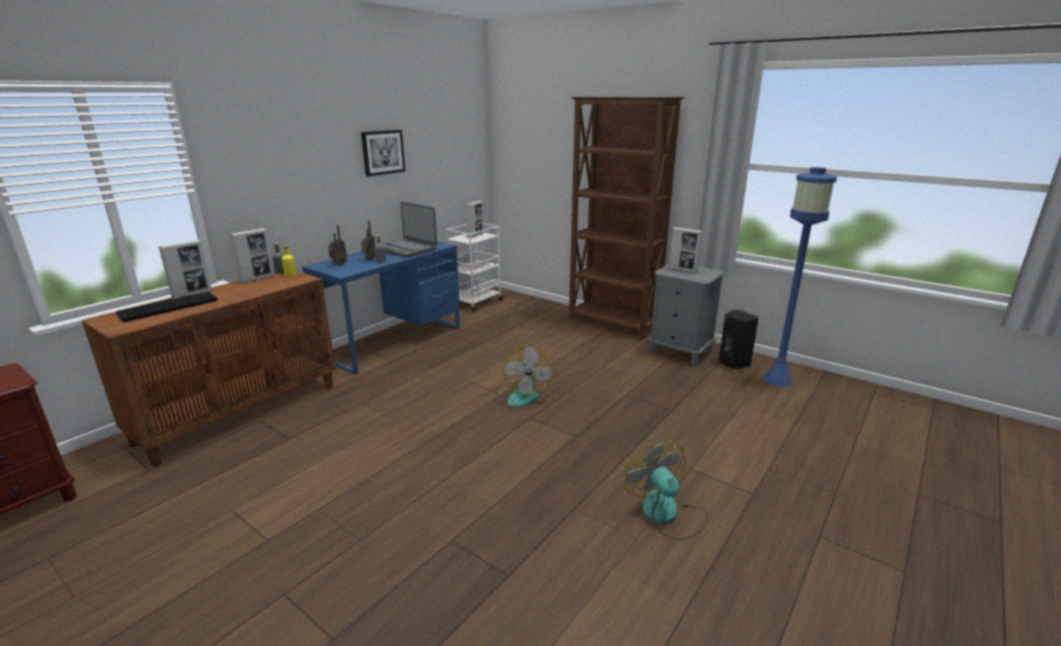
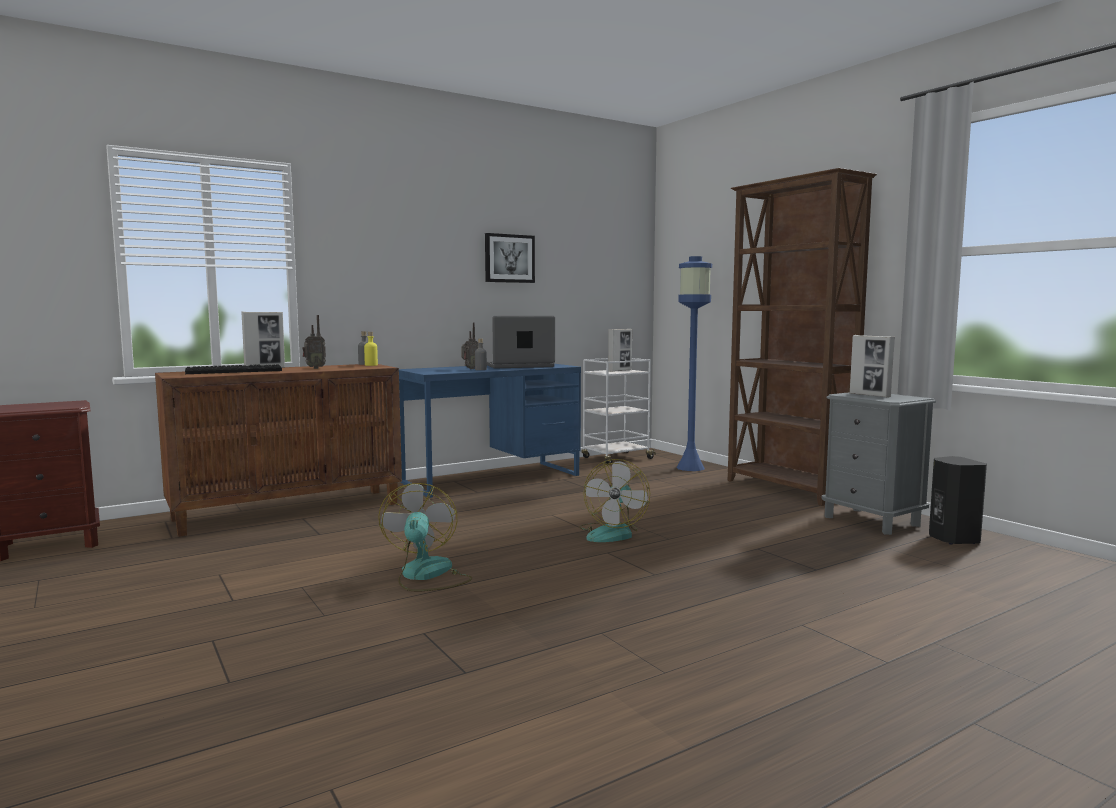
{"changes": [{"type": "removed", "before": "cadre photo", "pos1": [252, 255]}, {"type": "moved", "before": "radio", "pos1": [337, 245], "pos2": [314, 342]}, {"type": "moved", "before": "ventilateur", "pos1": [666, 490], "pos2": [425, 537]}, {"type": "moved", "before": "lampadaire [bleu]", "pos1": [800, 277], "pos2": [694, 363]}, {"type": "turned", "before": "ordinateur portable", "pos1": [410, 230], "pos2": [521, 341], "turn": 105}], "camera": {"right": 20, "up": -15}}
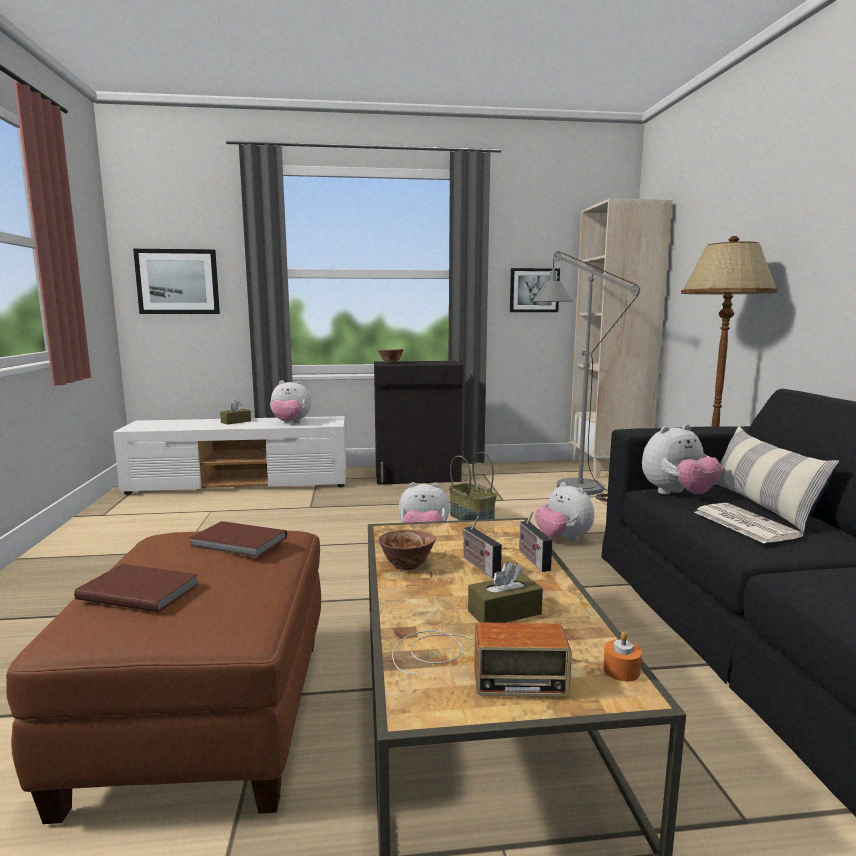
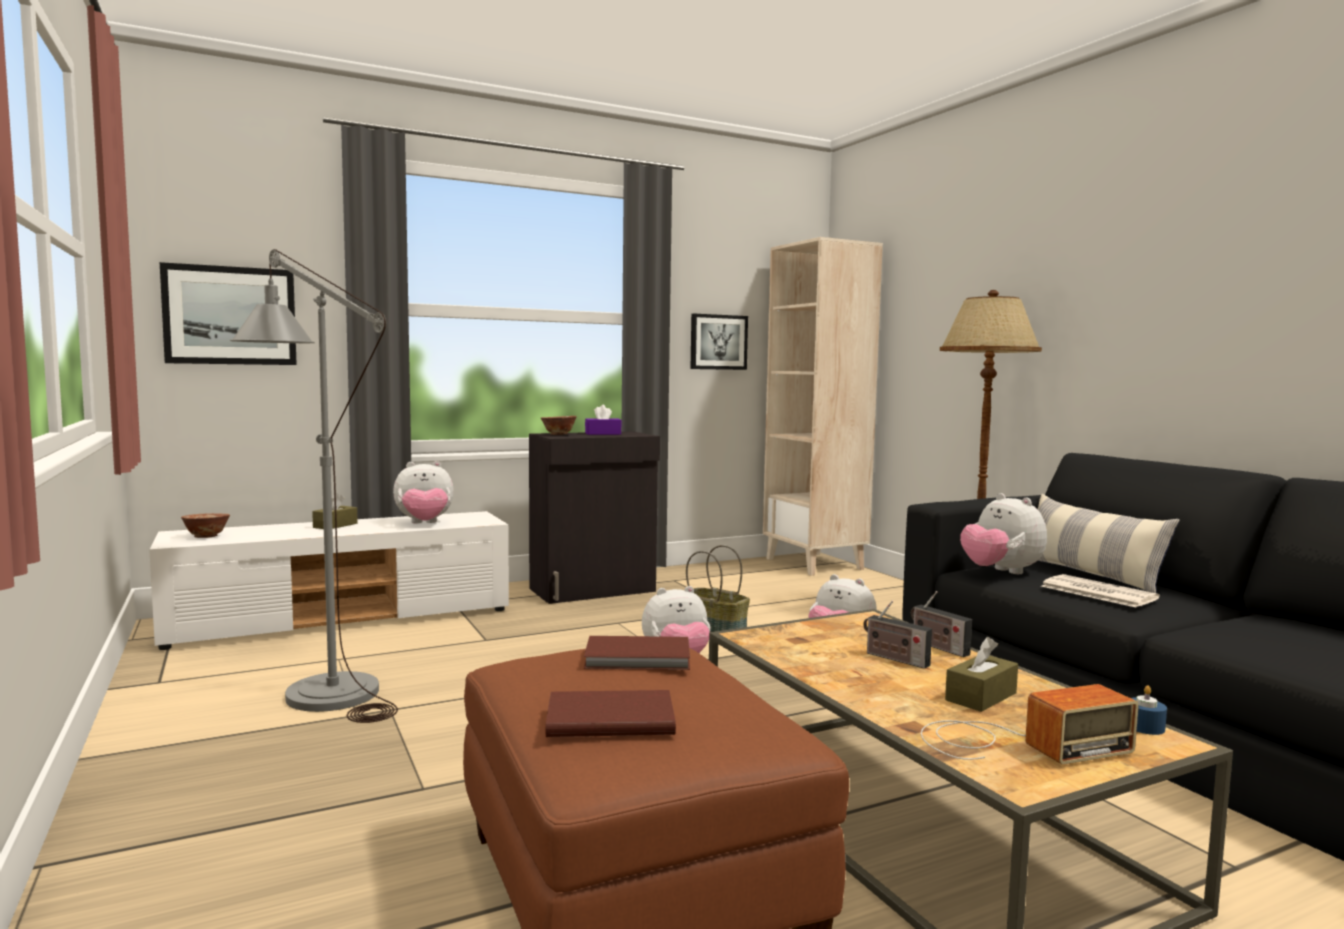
{"changes": [{"type": "added", "after": "boîte à mouchoirs [violet]", "pos2": [603, 420]}, {"type": "moved", "before": "bol", "pos1": [407, 550], "pos2": [205, 525]}, {"type": "moved", "before": "lampadaire [gris]", "pos1": [586, 376], "pos2": [314, 486]}, {"type": "recoloured", "before": "bougie [orange]", "after": "bougie [bleu]", "pos1": [622, 656], "pos2": [1149, 710]}, {"type": "turned", "before": "peluche", "pos1": [682, 459], "pos2": [1003, 533], "turn": 105}], "camera": {"right": -20, "up": -5}}
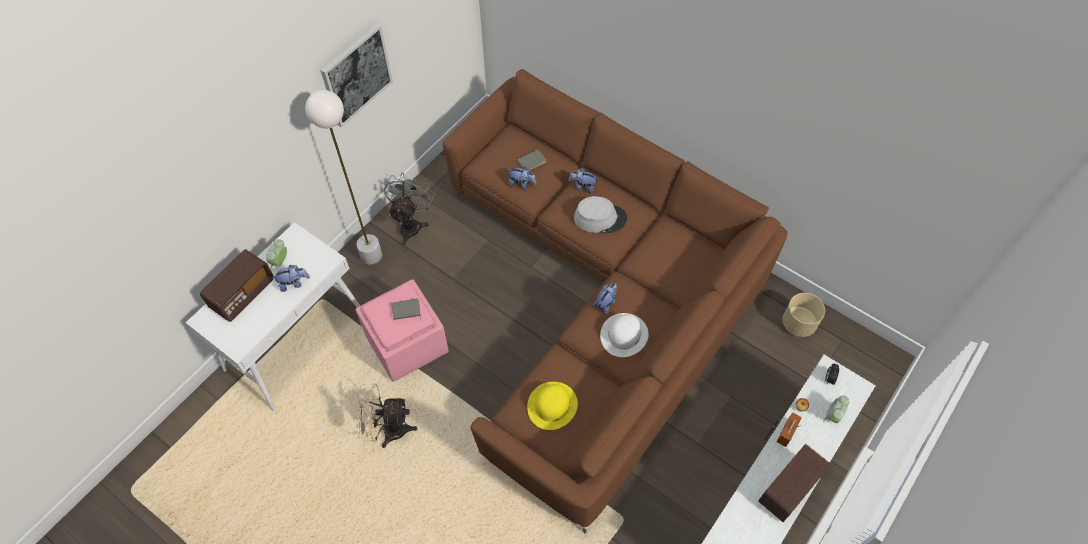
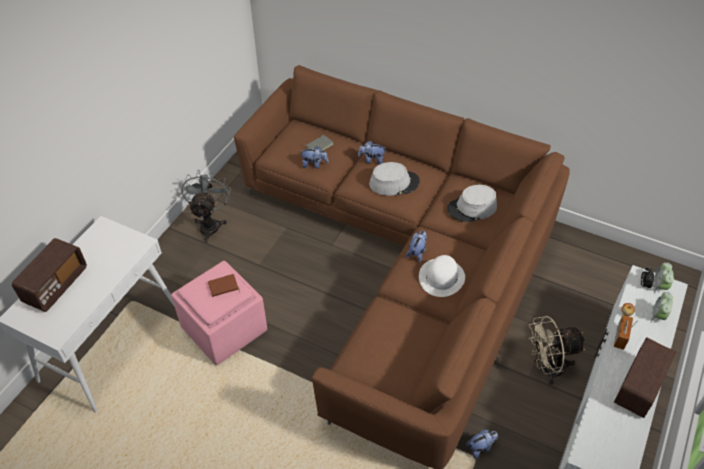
{"changes": [{"type": "removed", "before": "lampadaire [blanc]", "pos1": [343, 177]}, {"type": "removed", "before": "tableau", "pos1": [357, 75]}, {"type": "removed", "before": "chapeau [jaune]", "pos1": [552, 406]}, {"type": "removed", "before": "cache-pot [beige]", "pos1": [804, 315]}, {"type": "added", "after": "chapeau [gris]", "pos2": [472, 203]}, {"type": "moved", "before": "réveil", "pos1": [276, 254], "pos2": [664, 278]}, {"type": "moved", "before": "peluche", "pos1": [290, 278], "pos2": [482, 444]}, {"type": "moved", "before": "ventilateur [beige]", "pos1": [386, 416], "pos2": [556, 350]}, {"type": "recoloured", "before": "livre [gris]", "after": "livre [marron]", "pos1": [406, 309], "pos2": [224, 285]}], "camera": {"right": -10, "up": -10}}
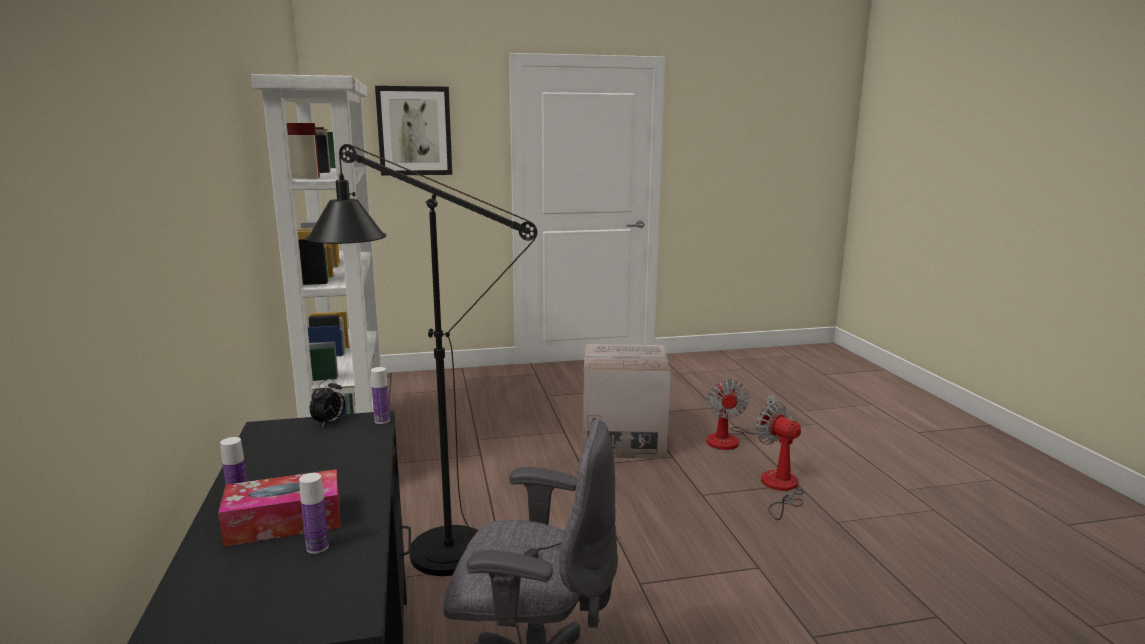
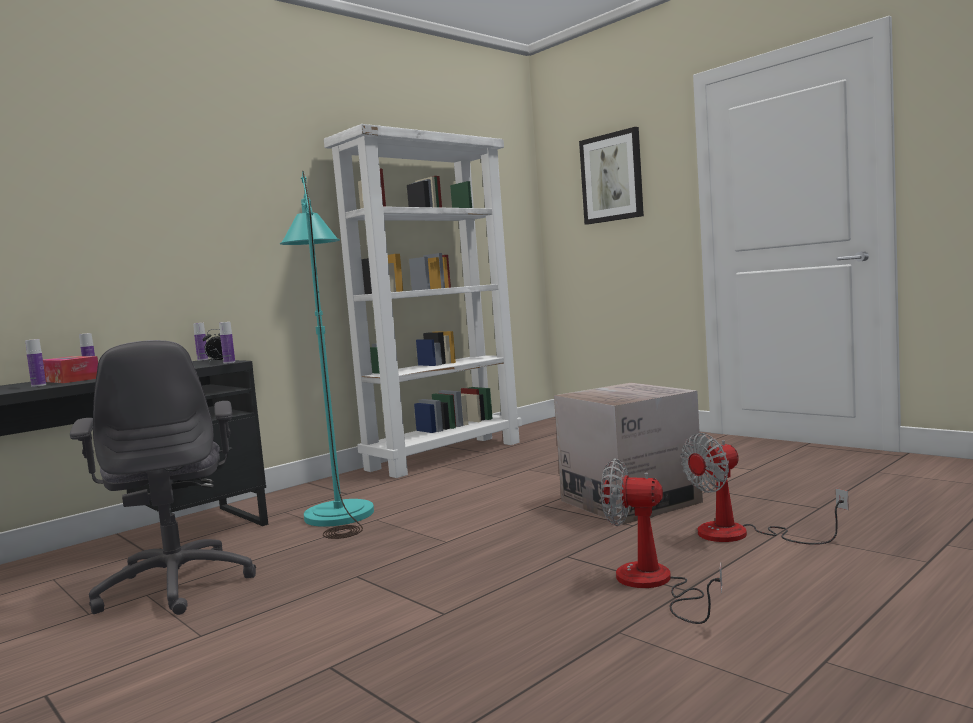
{"changes": [{"type": "added", "after": "bouteille", "pos2": [200, 342]}, {"type": "recoloured", "before": "lampadaire [noir]", "after": "lampadaire [turquoise]", "pos1": [421, 360], "pos2": [327, 355]}, {"type": "turned", "before": "ventilateur", "pos1": [780, 461], "pos2": [661, 541], "turn": -90}], "camera": {"right": 60, "up": -10}}
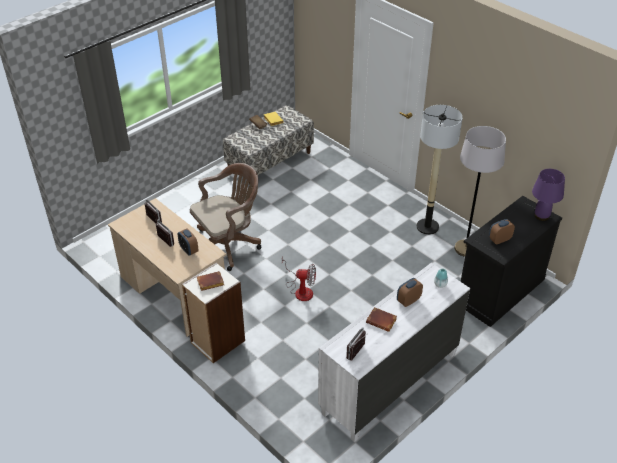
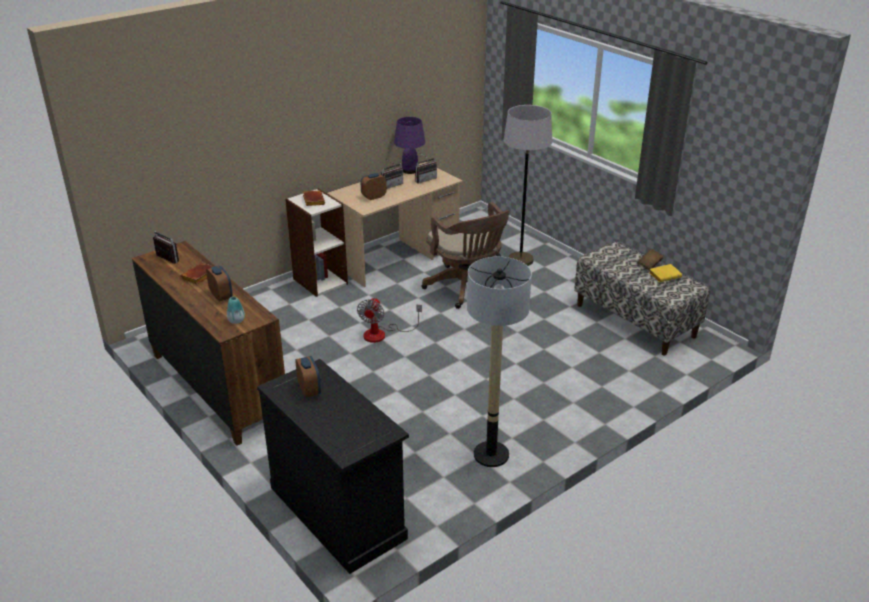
{"changes": [{"type": "moved", "before": "lampadaire [gris]", "pos1": [480, 191], "pos2": [528, 185]}, {"type": "moved", "before": "lampe de table [violet]", "pos1": [548, 195], "pos2": [409, 145]}, {"type": "recoloured", "before": "commode [blanc]", "after": "commode [marron]", "pos1": [394, 352], "pos2": [208, 343]}], "camera": {"right": 95, "up": -10}}
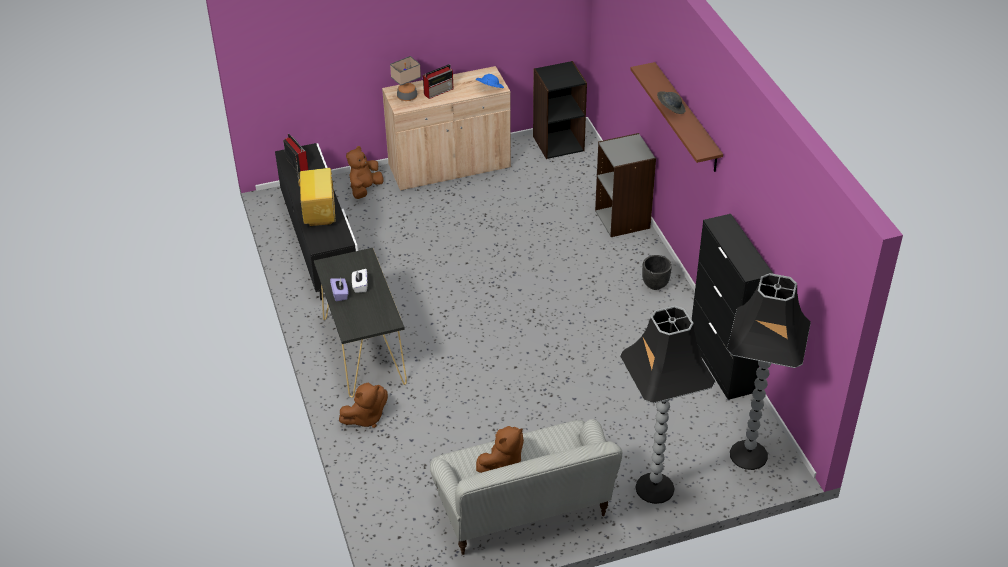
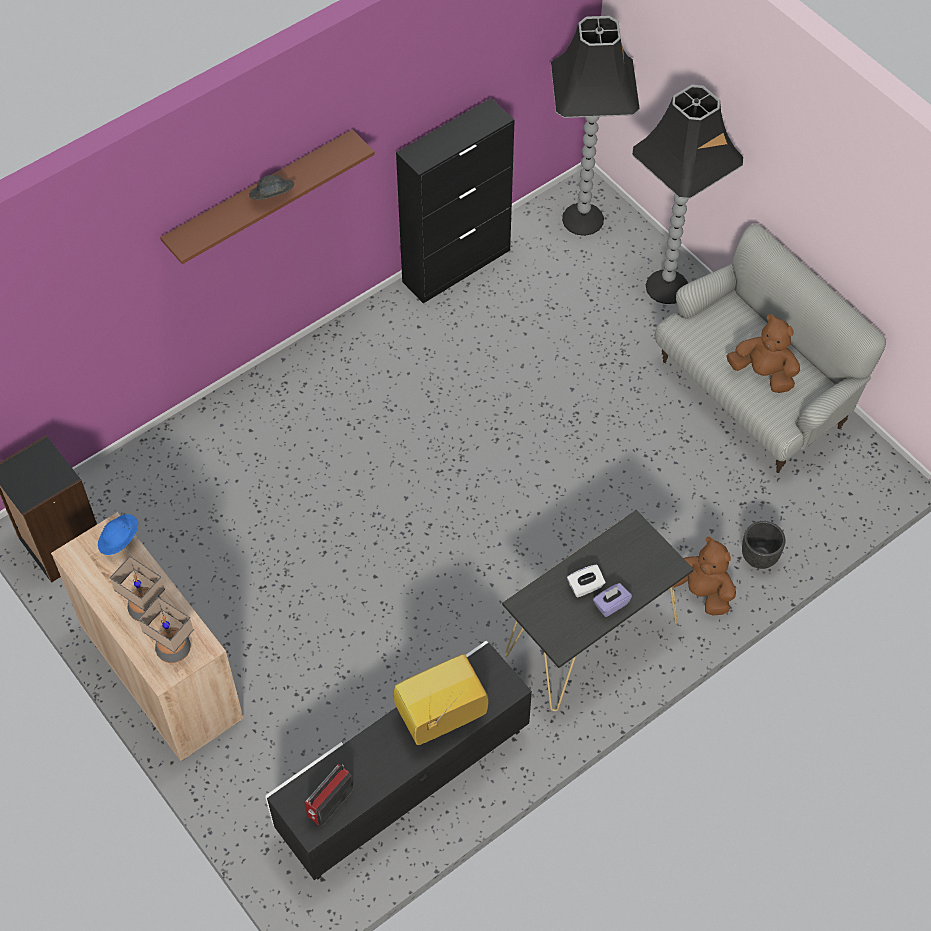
{"changes": [{"type": "removed", "before": "peluche [marron]", "pos1": [364, 172]}, {"type": "removed", "before": "bibliothèque [gris]", "pos1": [625, 185]}, {"type": "moved", "before": "cache-pot [noir]", "pos1": [657, 272], "pos2": [763, 545]}, {"type": "replaced", "before": "radio", "after": "lampe de table", "pos1": [438, 81], "pos2": [137, 588]}], "camera": {"right": -110, "up": 15}}
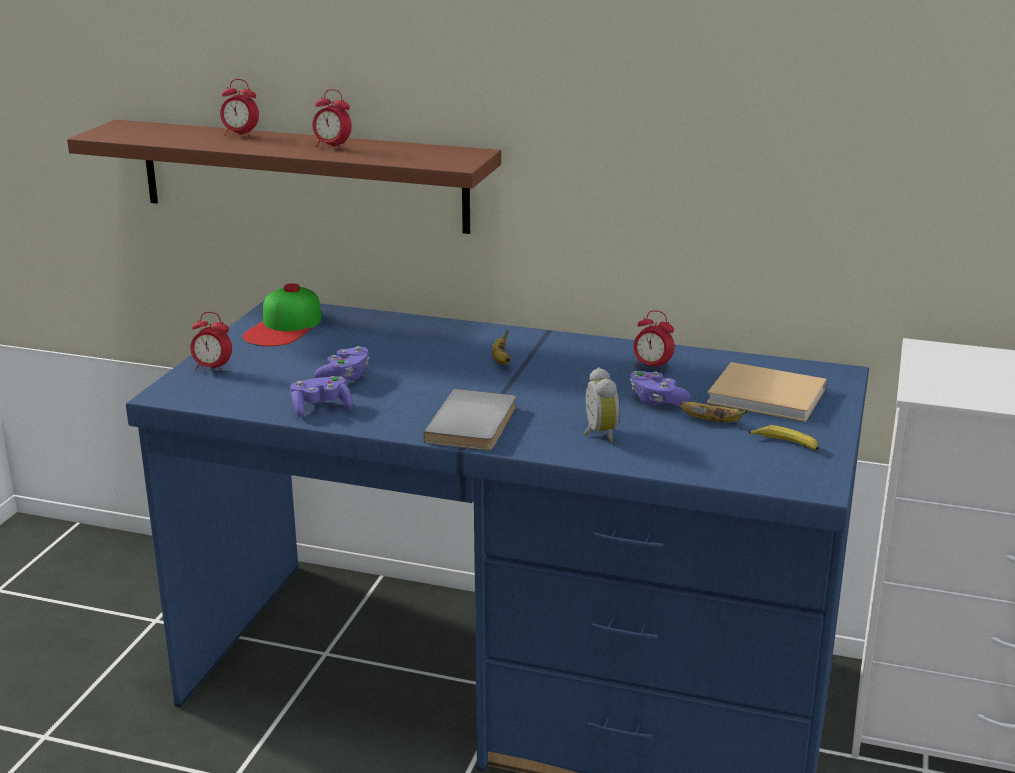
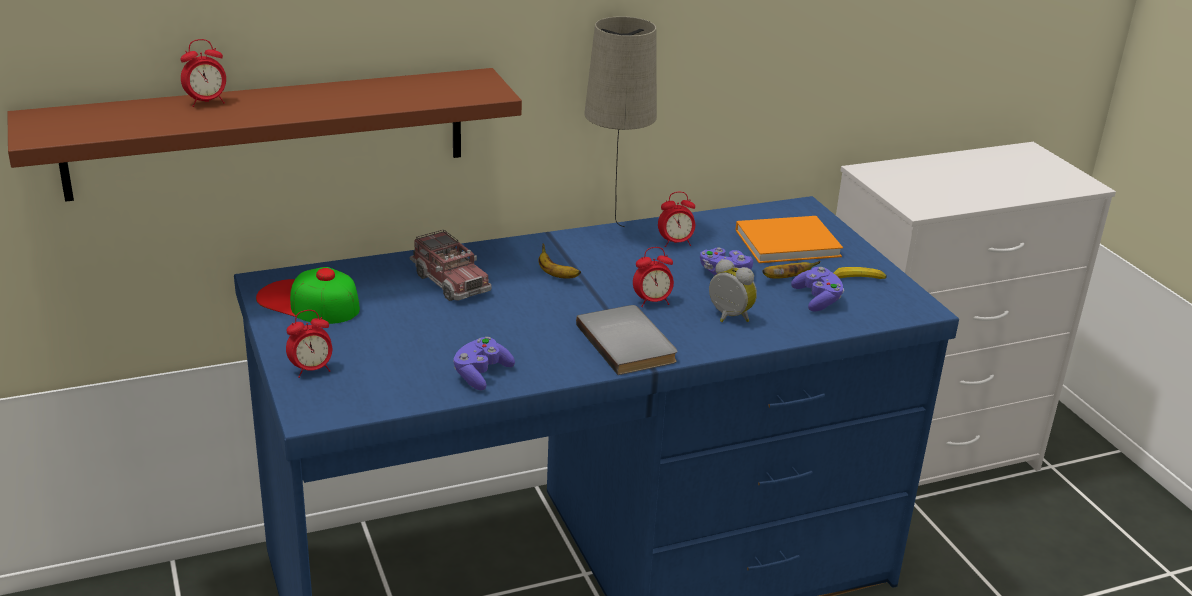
{"changes": [{"type": "added", "after": "camion jouet", "pos2": [450, 265]}, {"type": "added", "after": "lampe de table [beige]", "pos2": [620, 121]}, {"type": "moved", "before": "réveil", "pos1": [332, 119], "pos2": [653, 277]}, {"type": "moved", "before": "manette [violet]", "pos1": [341, 363], "pos2": [817, 289]}, {"type": "recoloured", "before": "livre [beige]", "after": "livre [orange]", "pos1": [766, 392], "pos2": [789, 239]}, {"type": "turned", "before": "casquette", "pos1": [281, 314], "pos2": [308, 295], "turn": 135}], "camera": {"right": -40, "up": 5}}
